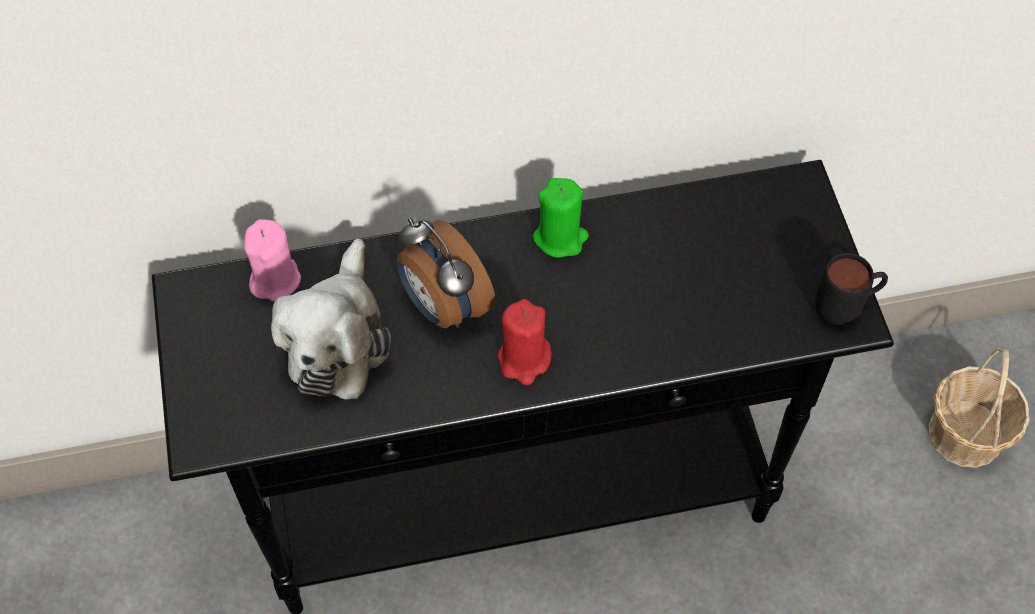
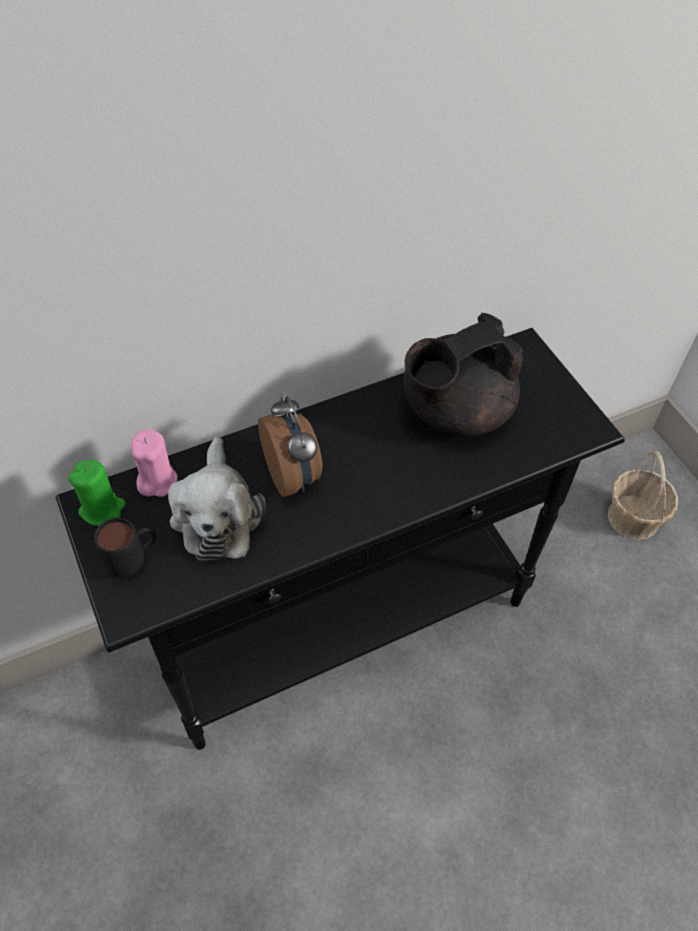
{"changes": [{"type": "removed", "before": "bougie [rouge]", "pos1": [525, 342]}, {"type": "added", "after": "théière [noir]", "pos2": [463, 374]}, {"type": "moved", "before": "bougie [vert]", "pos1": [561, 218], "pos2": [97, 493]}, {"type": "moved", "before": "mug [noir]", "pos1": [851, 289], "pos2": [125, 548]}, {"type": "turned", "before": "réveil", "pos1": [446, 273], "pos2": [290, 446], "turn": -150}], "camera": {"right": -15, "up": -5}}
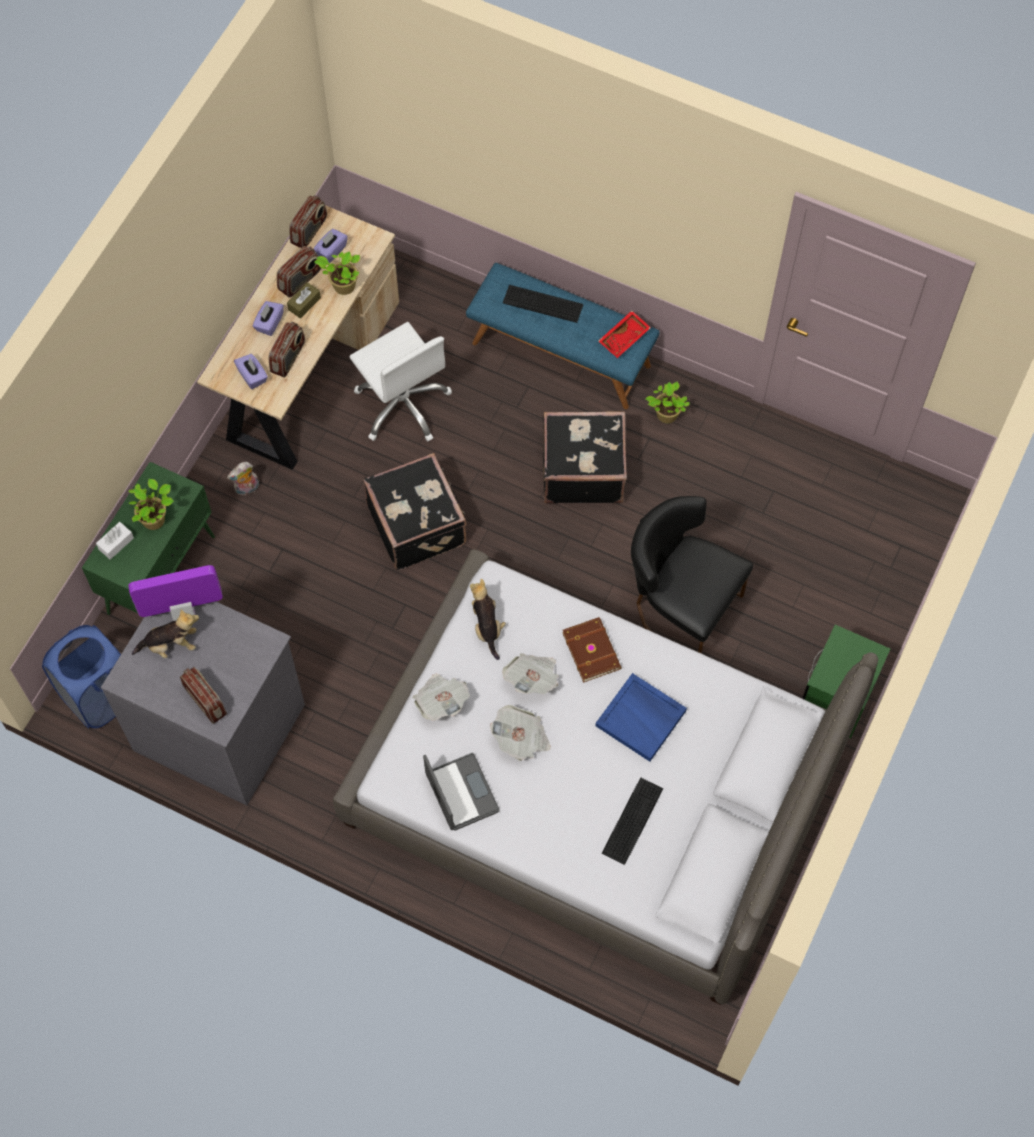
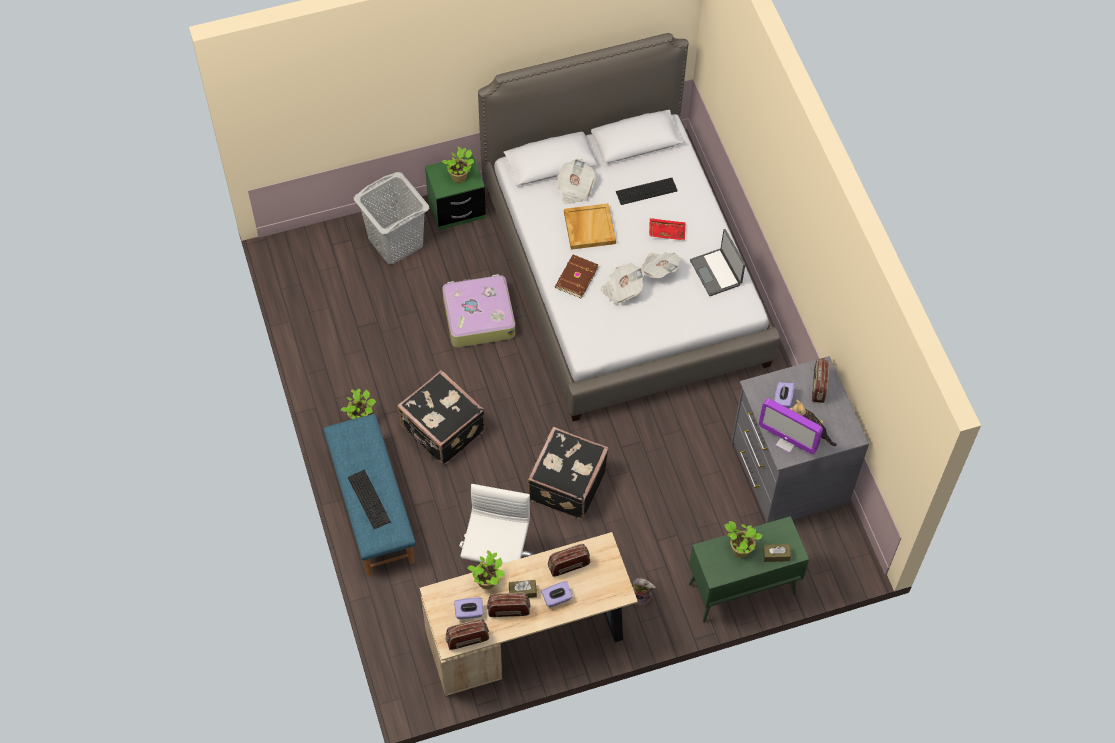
{"changes": [{"type": "removed", "before": "panier à linge [bleu]", "pos1": [81, 677]}, {"type": "removed", "before": "peluche", "pos1": [488, 619]}, {"type": "added", "after": "panier à linge [gris]", "pos2": [391, 218]}, {"type": "added", "after": "plante en pot", "pos2": [458, 165]}, {"type": "moved", "before": "boîte à mouchoirs [violet]", "pos1": [251, 371], "pos2": [784, 395]}, {"type": "moved", "before": "journal", "pos1": [441, 697], "pos2": [576, 181]}, {"type": "moved", "before": "plateau [rouge]", "pos1": [625, 334], "pos2": [667, 229]}, {"type": "replaced", "before": "chaise [noir]", "after": "valise", "pos1": [692, 575], "pos2": [478, 310]}, {"type": "recoloured", "before": "boîte à mouchoirs [blanc]", "after": "boîte à mouchoirs [marron]", "pos1": [115, 541], "pos2": [777, 553]}, {"type": "recoloured", "before": "plateau [bleu]", "after": "plateau [beige]", "pos1": [641, 717], "pos2": [590, 226]}, {"type": "turned", "before": "ordinateur portable", "pos1": [461, 792], "pos2": [717, 262], "turn": -45}], "camera": {"right": -135, "up": -5}}
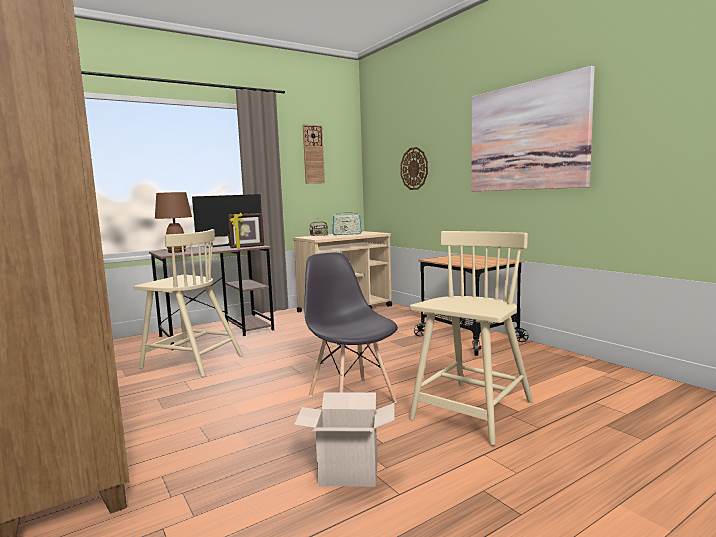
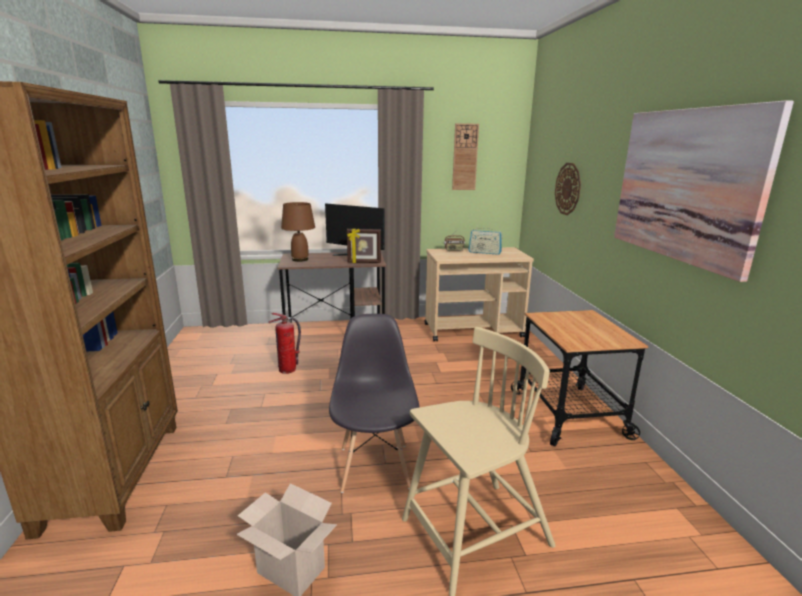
{"changes": [{"type": "replaced", "before": "chaise [beige]", "after": "extincteur", "pos1": [188, 303], "pos2": [285, 343]}], "camera": {"right": 25, "up": 10}}
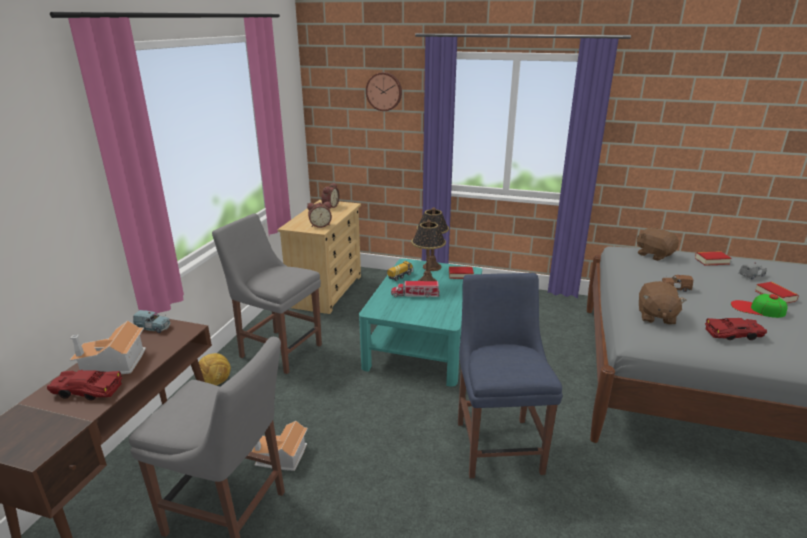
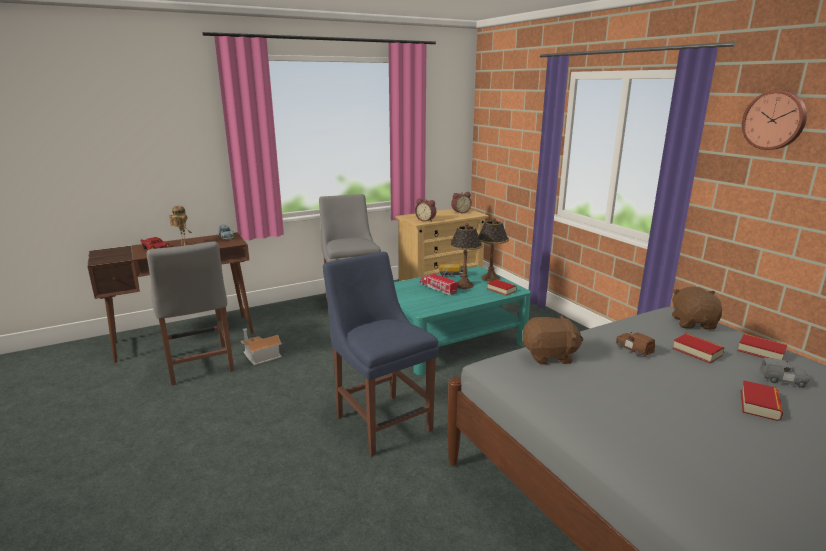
{"changes": [{"type": "removed", "before": "ballon de foot", "pos1": [215, 369]}, {"type": "removed", "before": "petite voiture [rouge]", "pos1": [736, 329]}, {"type": "removed", "before": "casquette", "pos1": [759, 306]}, {"type": "added", "after": "livre", "pos2": [698, 348]}, {"type": "moved", "before": "horloge murale", "pos1": [384, 91], "pos2": [774, 120]}, {"type": "replaced", "before": "maison miniature", "after": "robot jouet", "pos1": [108, 347], "pos2": [180, 226]}, {"type": "turned", "before": "chaise [bleu]", "pos1": [510, 375], "pos2": [381, 354], "turn": -75}, {"type": "turned", "before": "peluche [marron]", "pos1": [663, 303], "pos2": [553, 340], "turn": -150}], "camera": {"right": 45, "up": -5}}
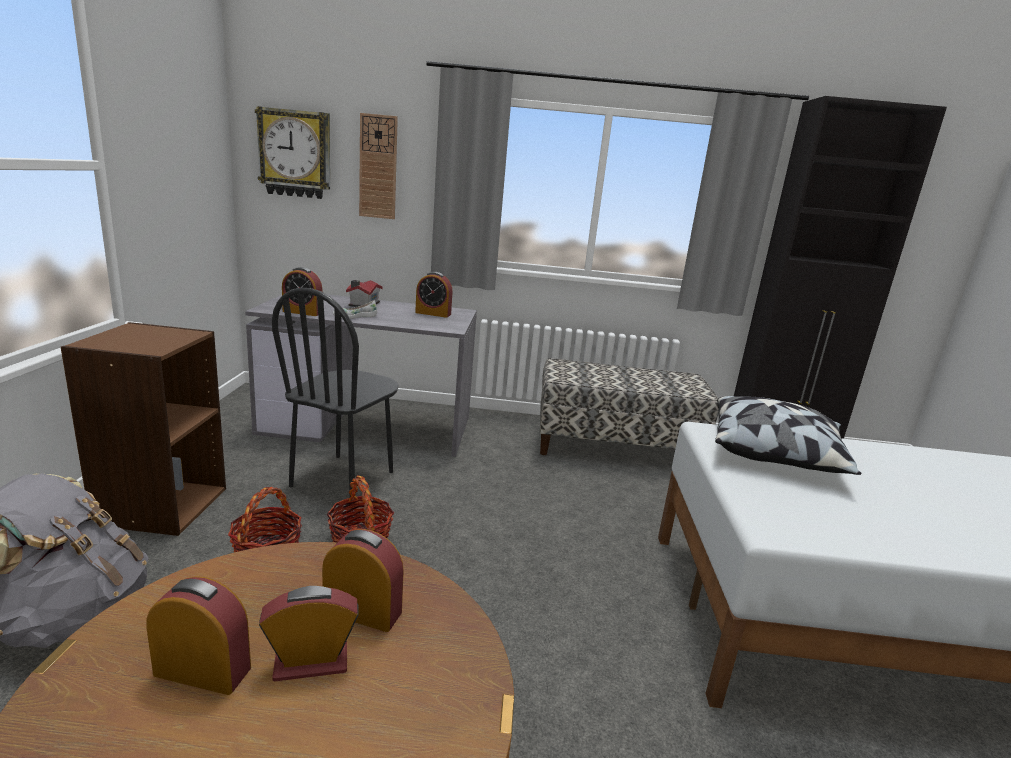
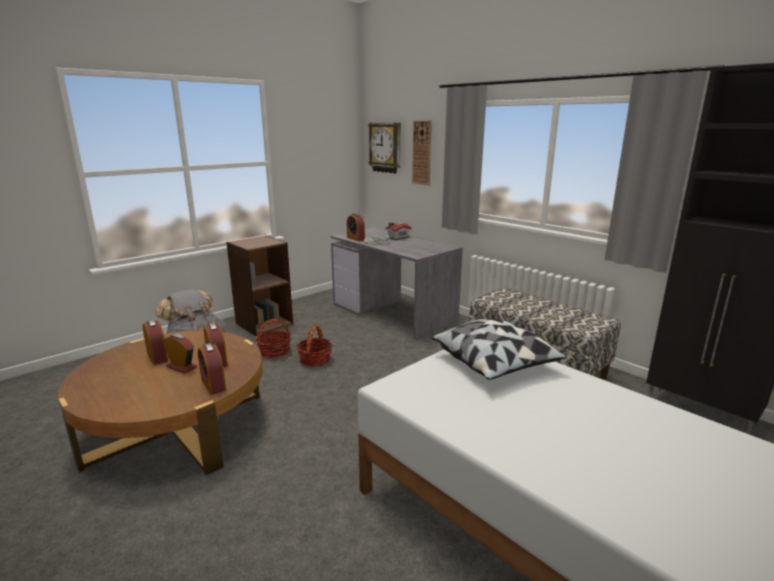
{"changes": [{"type": "removed", "before": "chaise [noir]", "pos1": [335, 397]}, {"type": "moved", "before": "réveil", "pos1": [433, 295], "pos2": [212, 369]}], "camera": {"right": 45, "up": 0}}
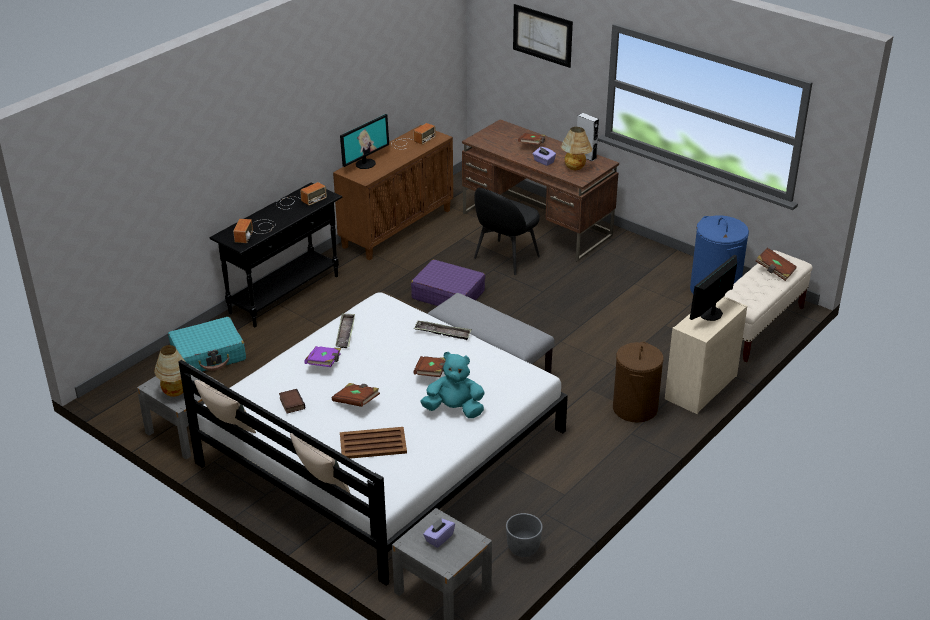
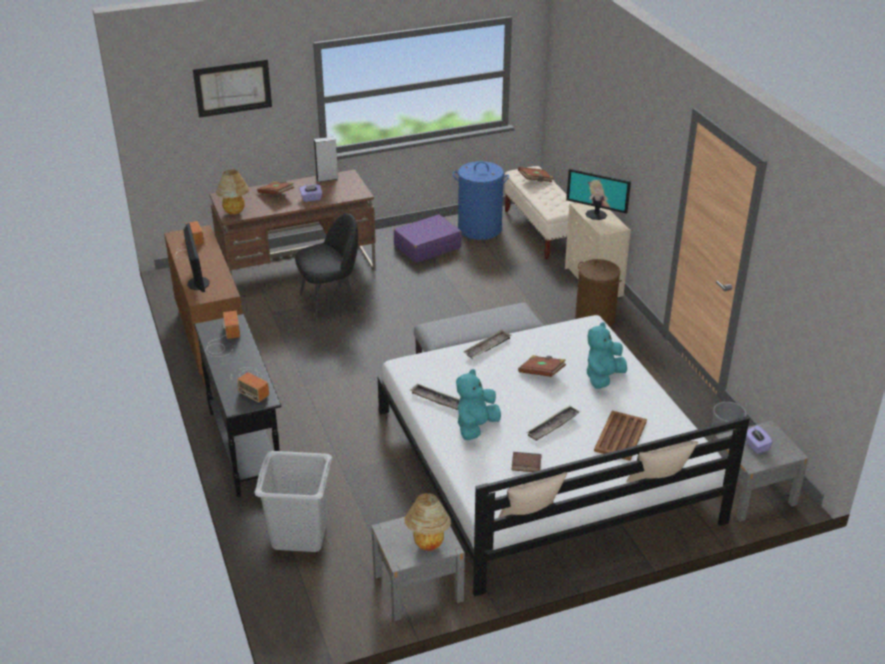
{"changes": [{"type": "moved", "before": "valise [violet]", "pos1": [448, 282], "pos2": [428, 239]}, {"type": "moved", "before": "lampe de table", "pos1": [576, 148], "pos2": [232, 192]}, {"type": "replaced", "before": "valise [turquoise]", "after": "panier à linge [gris]", "pos1": [207, 344], "pos2": [293, 501]}, {"type": "replaced", "before": "livre [violet]", "after": "peluche [turquoise]", "pos1": [322, 356], "pos2": [478, 404]}, {"type": "replaced", "before": "livre [marron]", "after": "plateau", "pos1": [356, 395], "pos2": [553, 423]}, {"type": "turned", "before": "chaise [noir]", "pos1": [507, 231], "pos2": [326, 267], "turn": -90}, {"type": "turned", "before": "écran d'ordinateur", "pos1": [713, 288], "pos2": [598, 194], "turn": -45}], "camera": {"right": -60, "up": 0}}
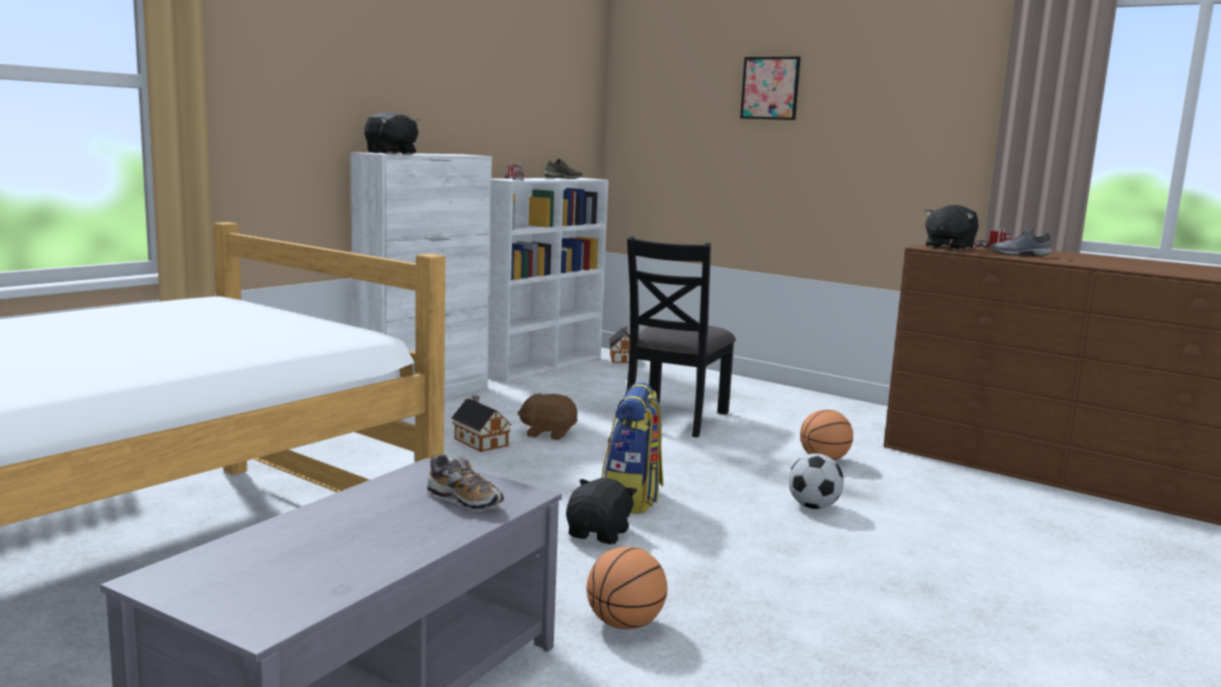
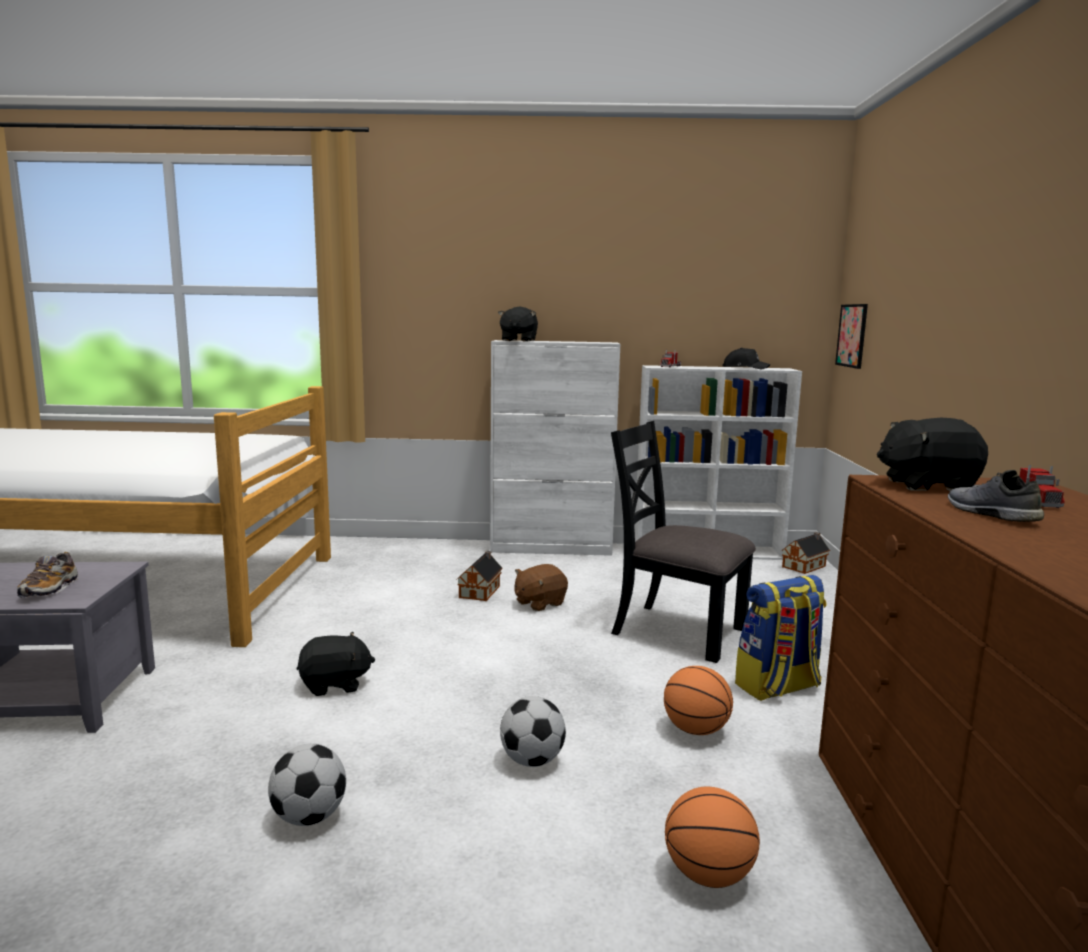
{"changes": [{"type": "added", "after": "ballon de foot", "pos2": [307, 784]}, {"type": "moved", "before": "ballon de basket", "pos1": [626, 588], "pos2": [712, 837]}, {"type": "moved", "before": "sac à dos", "pos1": [632, 448], "pos2": [781, 638]}, {"type": "moved", "before": "tableau", "pos1": [770, 88], "pos2": [851, 336]}, {"type": "replaced", "before": "chaussure [gris]", "after": "casquette [noir]", "pos1": [563, 169], "pos2": [747, 359]}, {"type": "turned", "before": "peluche [marron]", "pos1": [548, 416], "pos2": [541, 587], "turn": -105}, {"type": "turned", "before": "chaise [noir]", "pos1": [681, 336], "pos2": [683, 542], "turn": 45}], "camera": {"right": 55, "up": 0}}
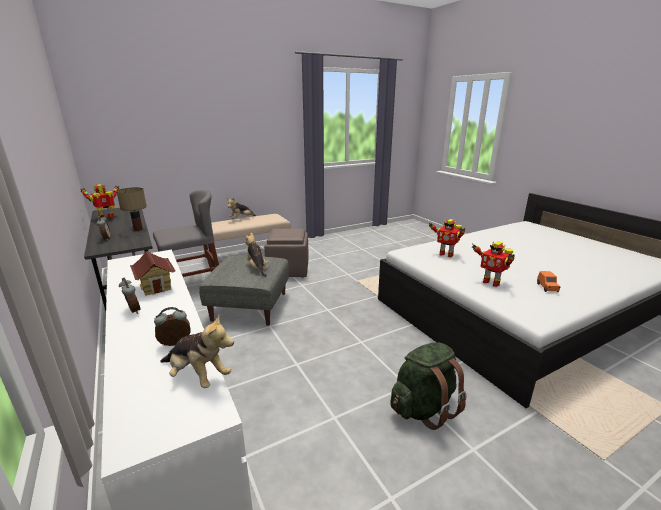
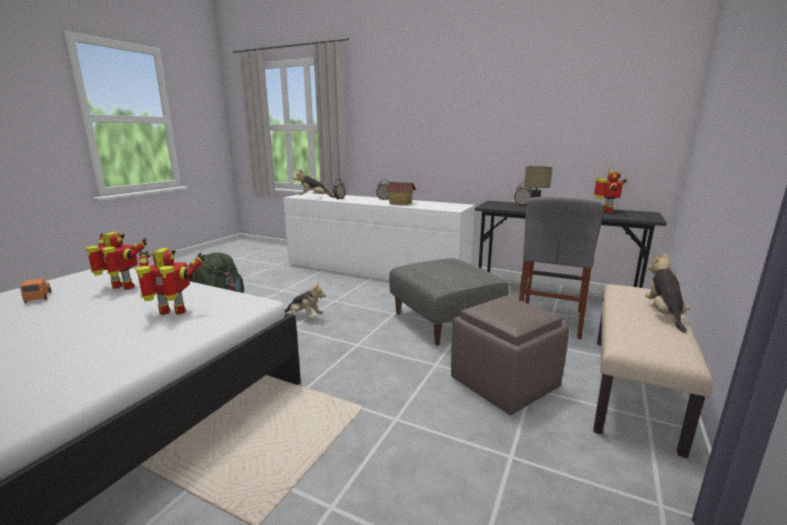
{"changes": [{"type": "moved", "before": "peluche", "pos1": [257, 255], "pos2": [305, 299]}], "camera": {"right": 145, "up": -5}}
